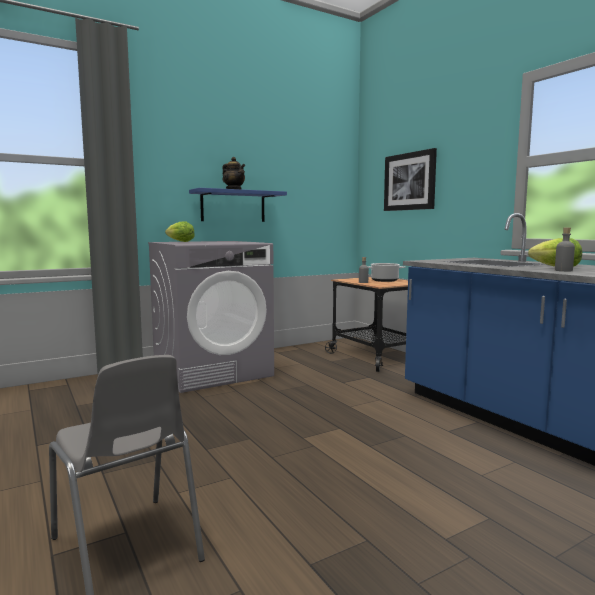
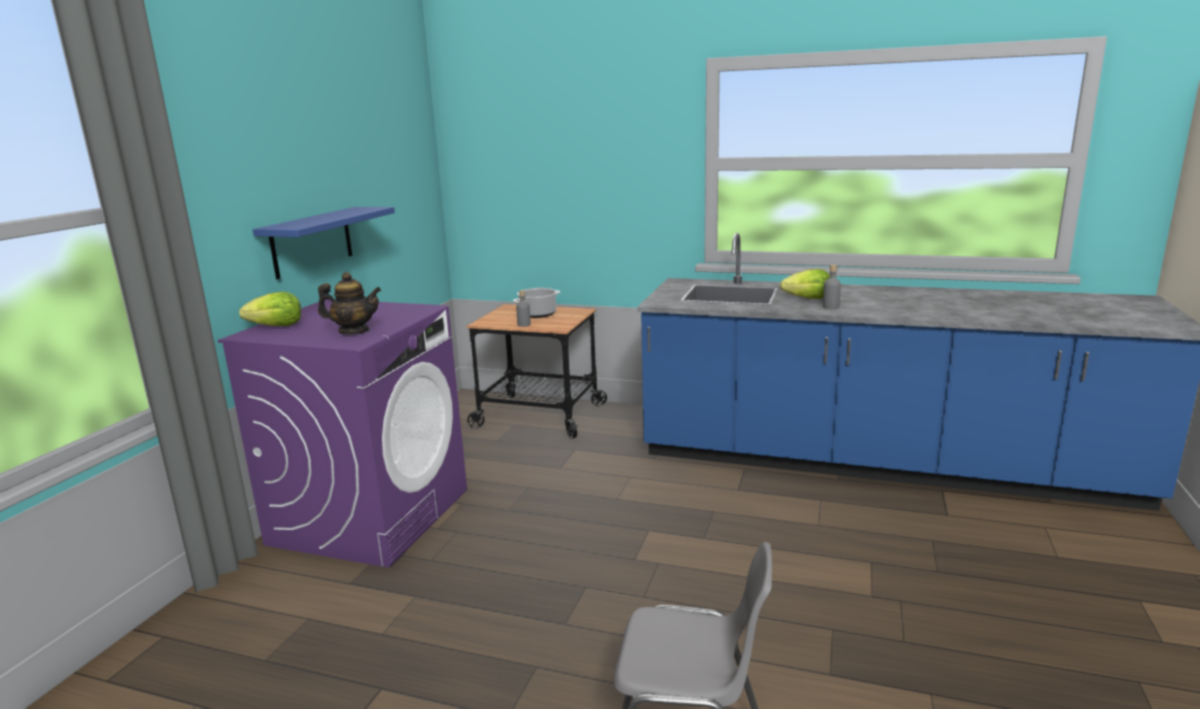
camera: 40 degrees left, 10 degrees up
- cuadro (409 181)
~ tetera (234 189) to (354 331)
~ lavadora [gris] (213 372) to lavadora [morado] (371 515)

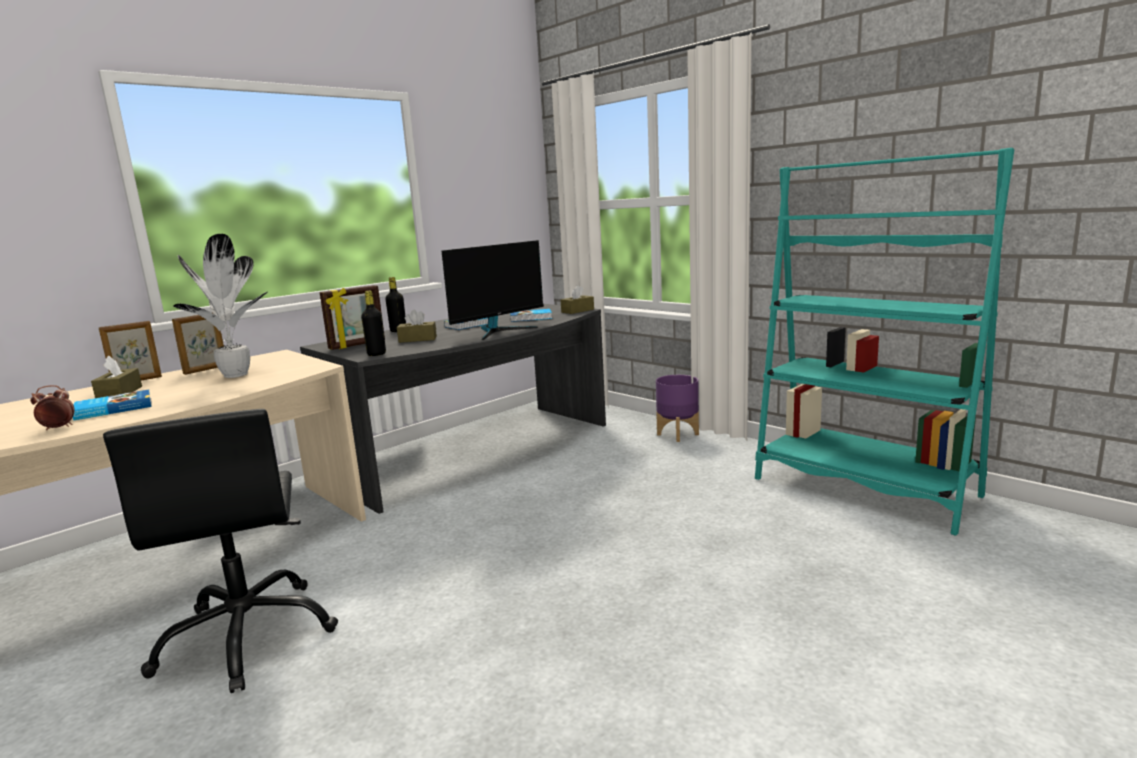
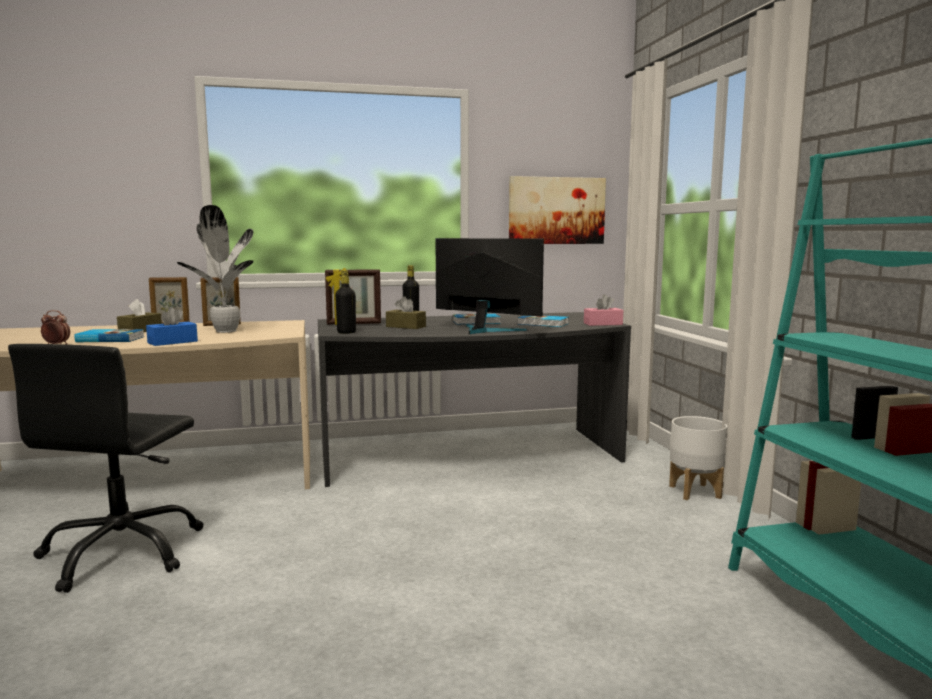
camera: 30 degrees right, 5 degrees down
+ caja de pañuelos [azul] (172 342)
+ cuadro (556 211)
~ caja de pañuelos [marrón] (577 311) to caja de pañuelos [rosa] (603 324)
~ maceta [morado] (677 434) to maceta [blanco] (694 491)
~ monitor (498 331) = (484 330) 135 degrees counterclockwise

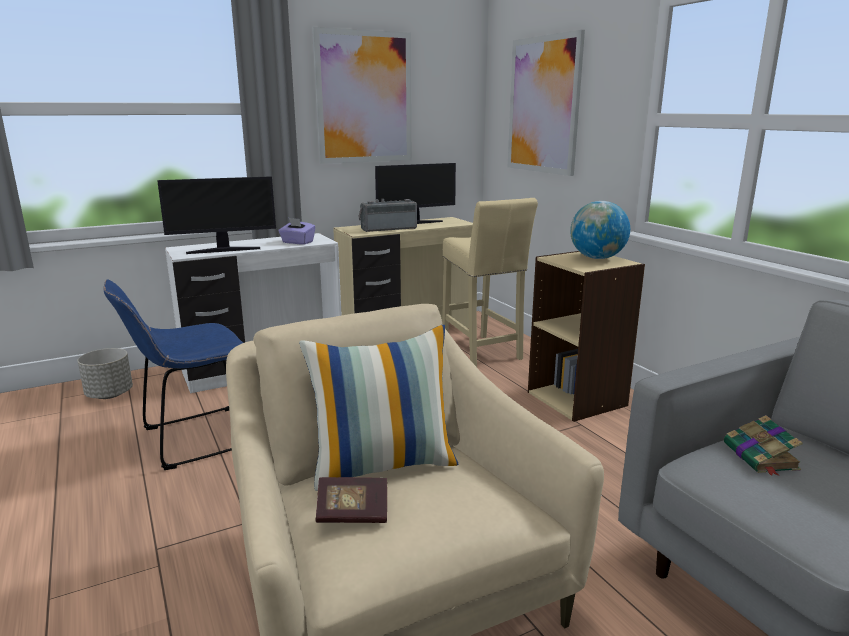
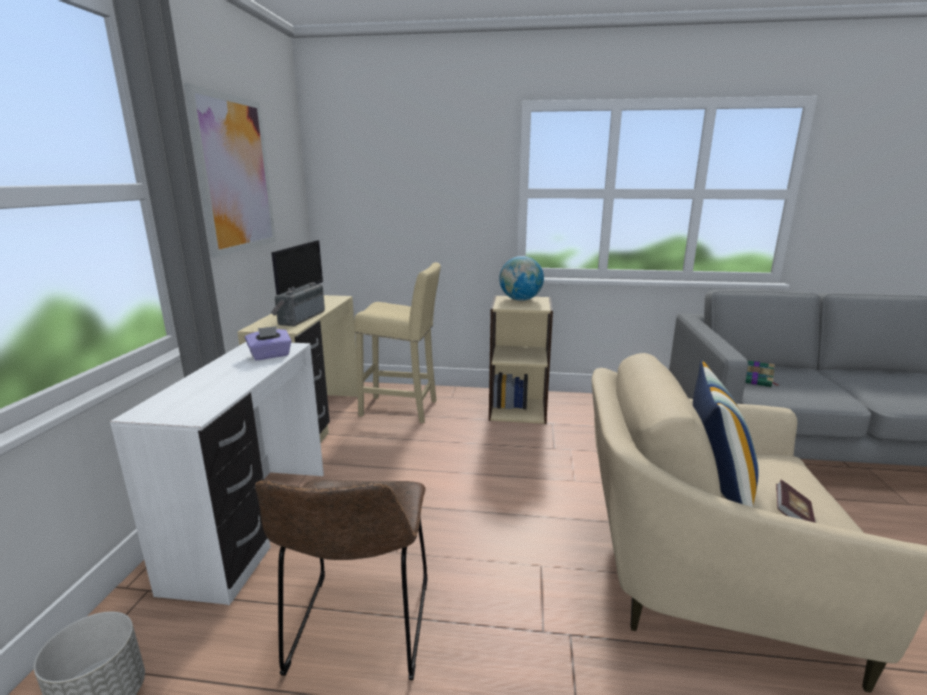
camera: 55 degrees left, 0 degrees up
- monitor (223 250)
- cuadro (543 105)
~ silla [azul] (195 438) to silla [marrón] (359 631)

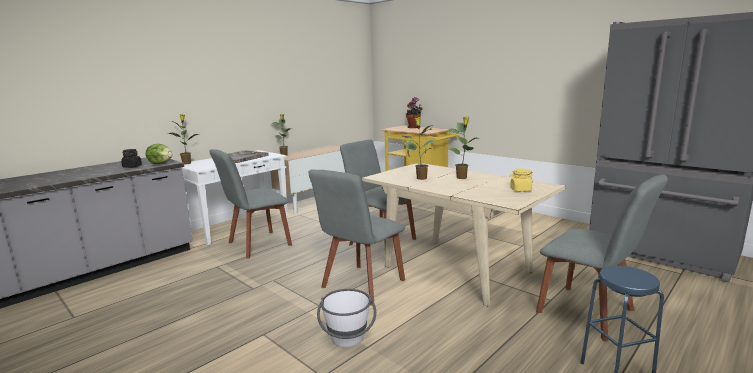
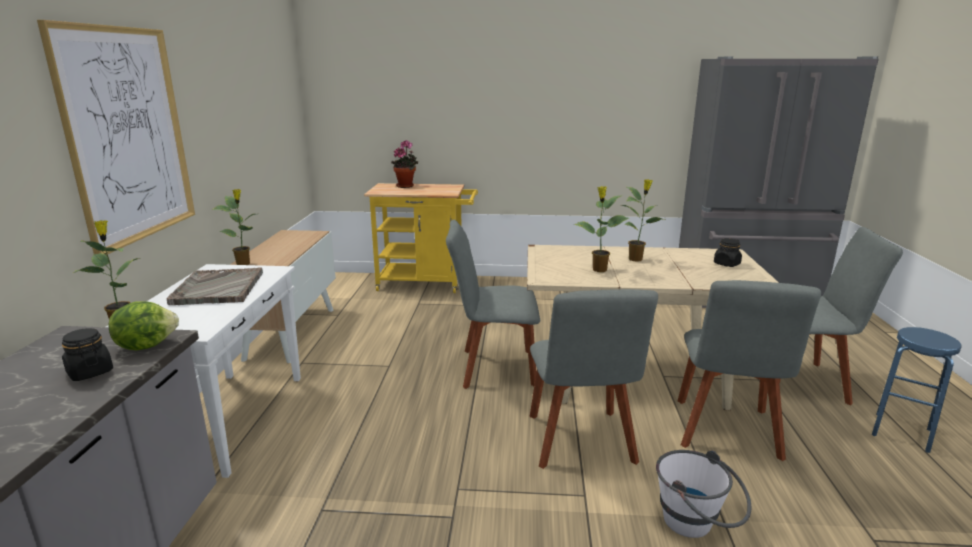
camera: 40 degrees left, 5 degrees up
+ cuadro (128 135)
~ silla [gris] (256 245) to (727 432)
~ tarro [amarillo] (520 190) to tarro [negro] (726 264)

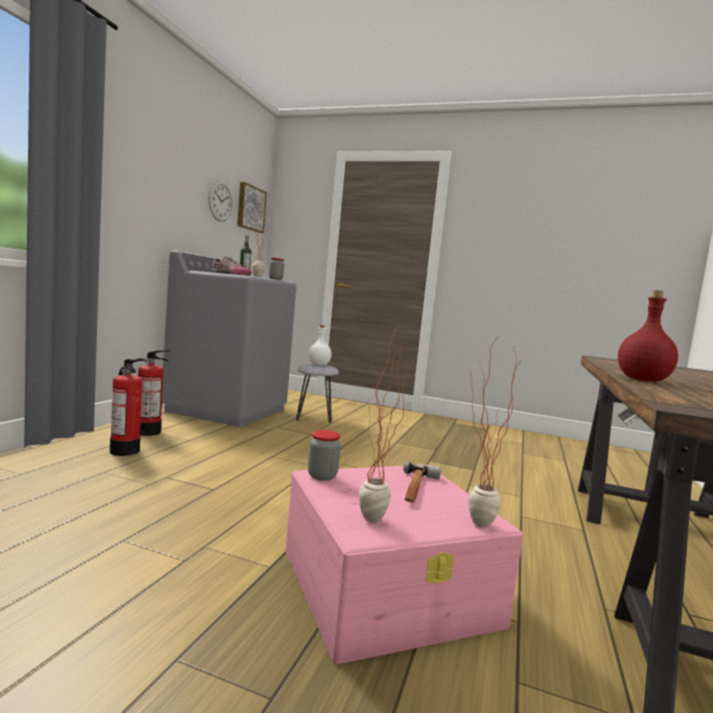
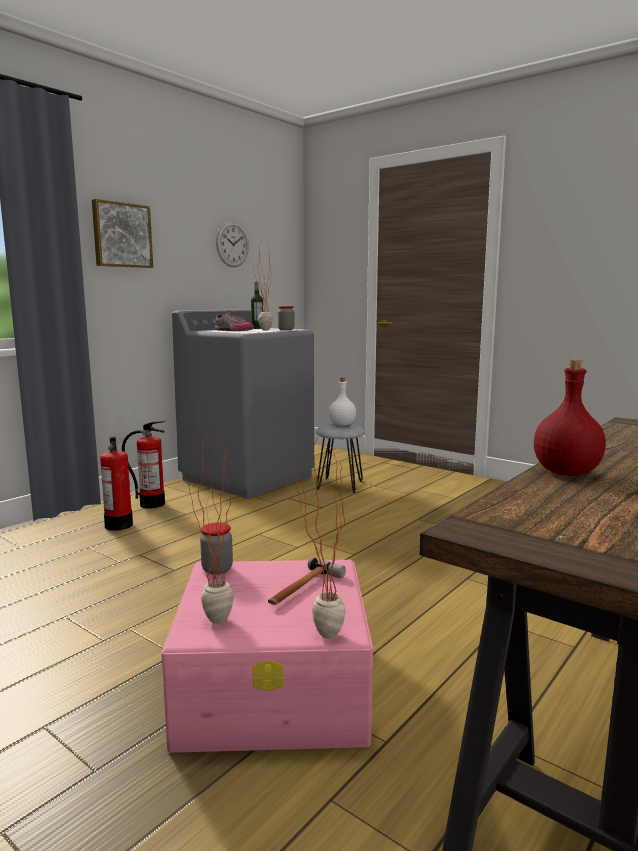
camera: 20 degrees right, 5 degrees up
~ cuadro (250 208) to (121 235)

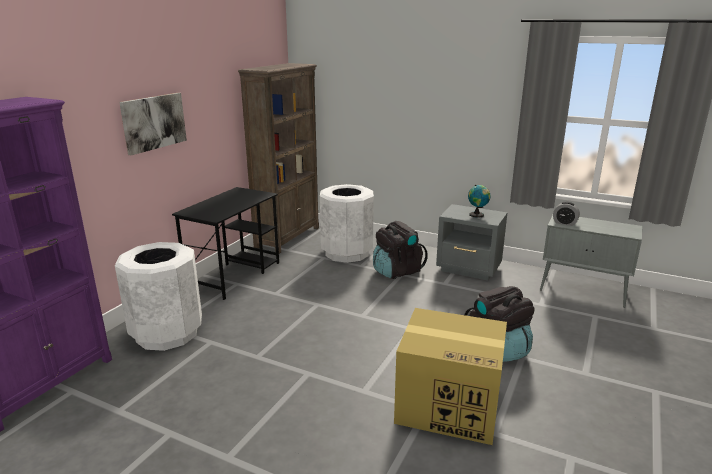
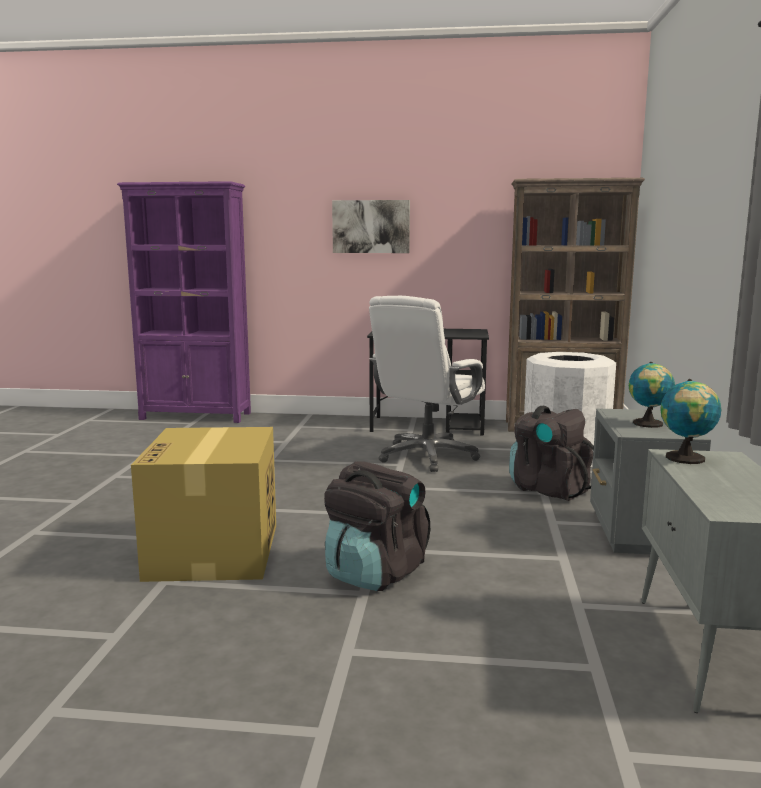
camera: 70 degrees right, 10 degrees down
- papelera [blanco] (167 333)
+ silla de oficina [blanco] (427 456)
~ despertador (564 223) to globo terráqueo (686 459)

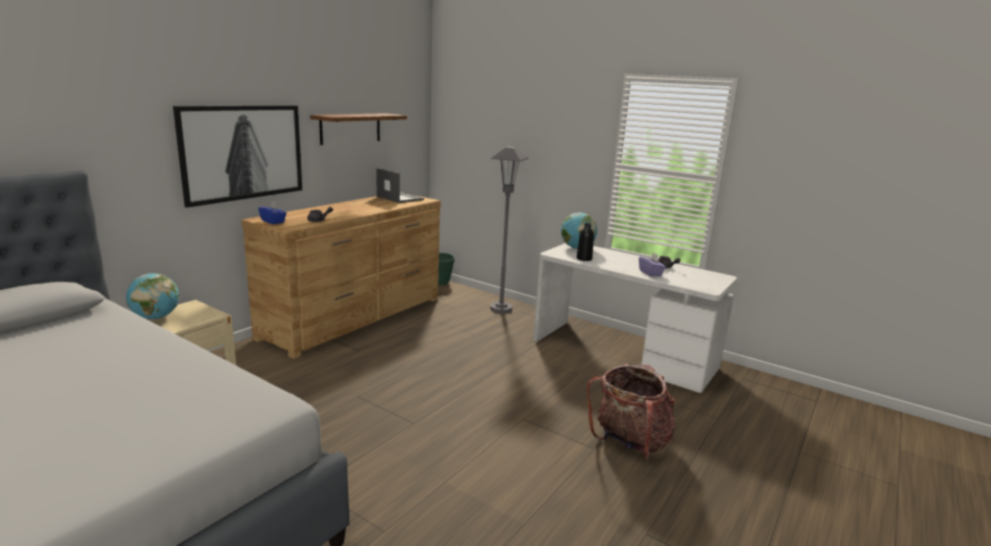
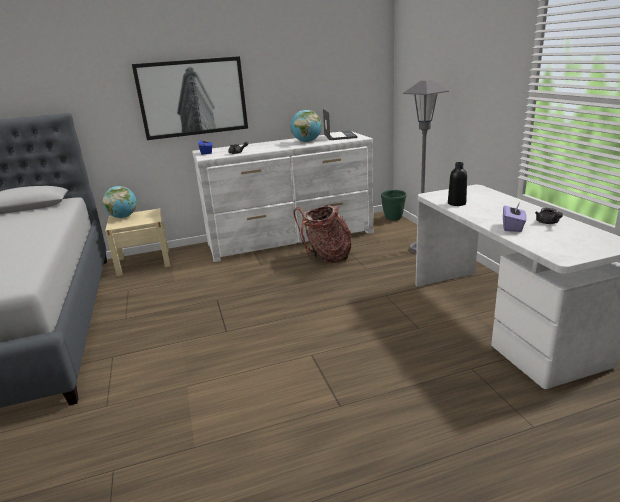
camera: 40 degrees right, 5 degrees up
- estante [marrón] (350 128)
~ globo terráqueo (577 248) to (307 142)
~ mochila (630 442) to (327 257)
~ cómoda [marrón] (356 317) to cómoda [blanco] (291 238)

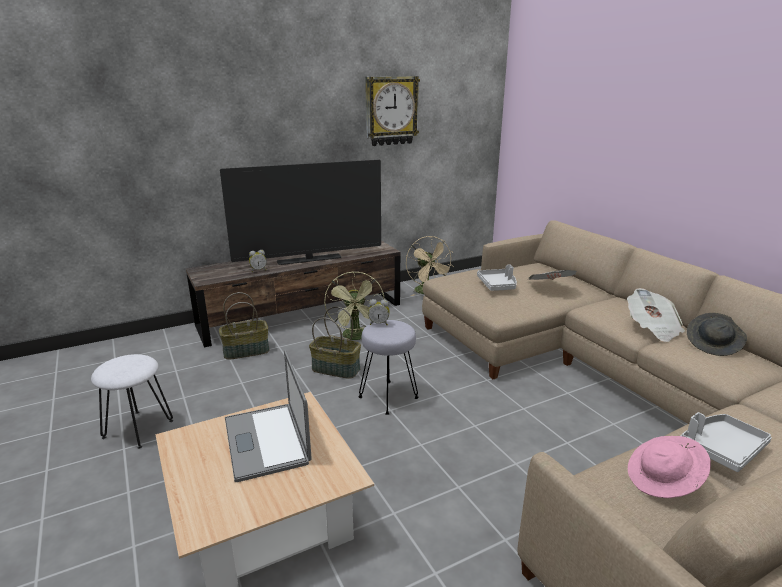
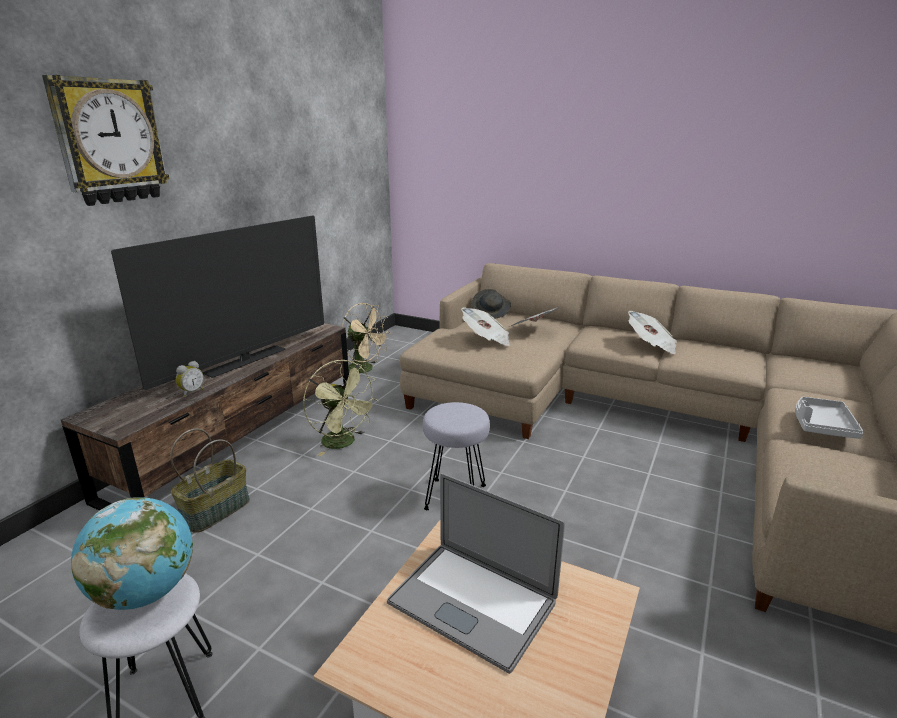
camera: 35 degrees left, 0 degrees up
- cesta (336 369)
- despertador (379 323)
- sombrero [rosa] (664 480)
+ globo terráqueo (145 592)
~ reloj de pared (391 111) to (109 141)
~ sombrero [gris] (713 345) to (491 313)
~ bandeja [gris] (498 285) to periódico (486 339)

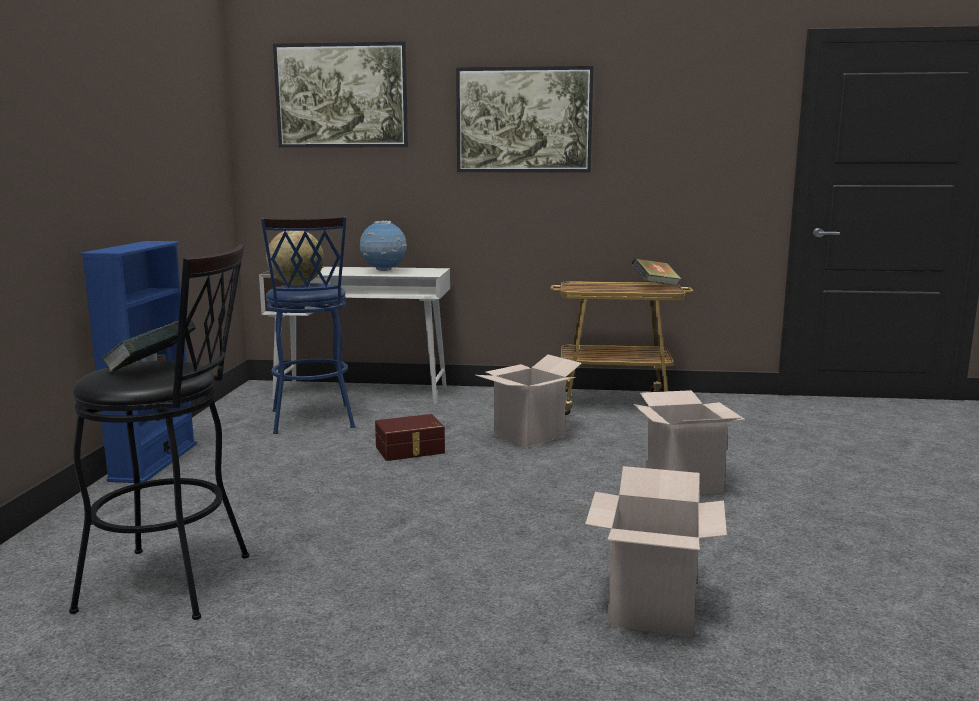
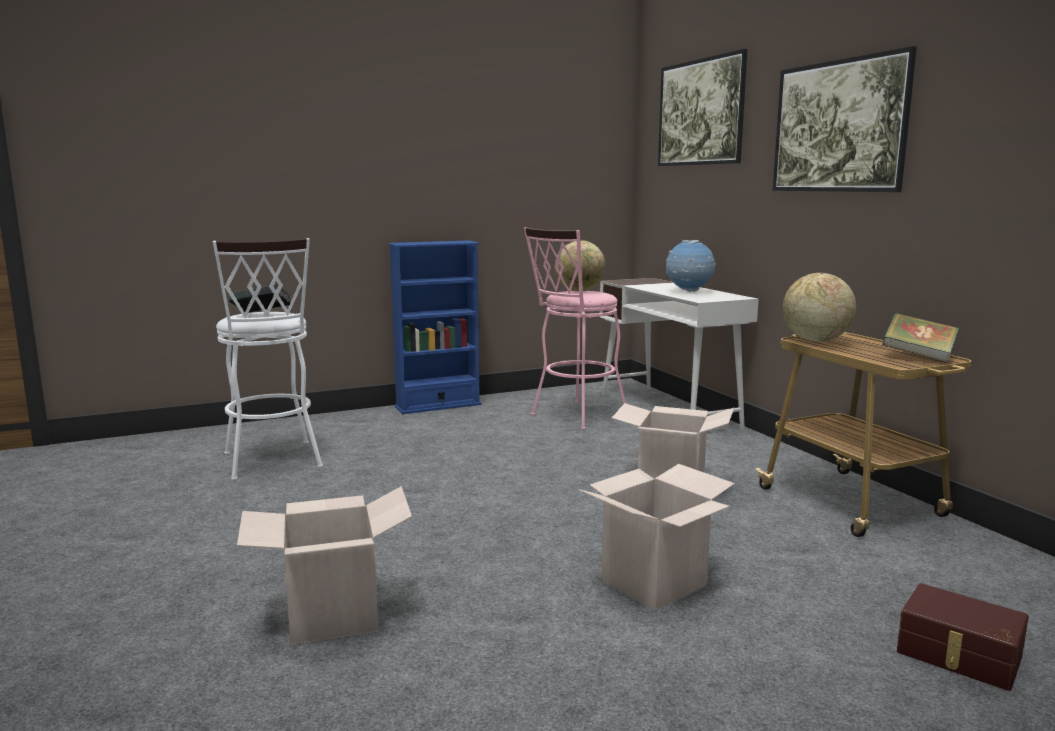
camera: 60 degrees right, 0 degrees up
+ globo terráqueo (815 341)
~ caja de almacenaje [marrón] (410 450) to (958 655)
~ taburete [negro] (179 583) to taburete [blanco] (273 463)
~ taburete [azul] (312 421) to taburete [rosa] (573 416)

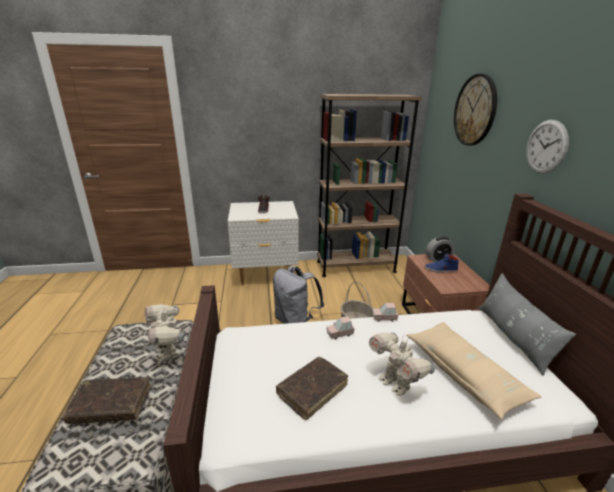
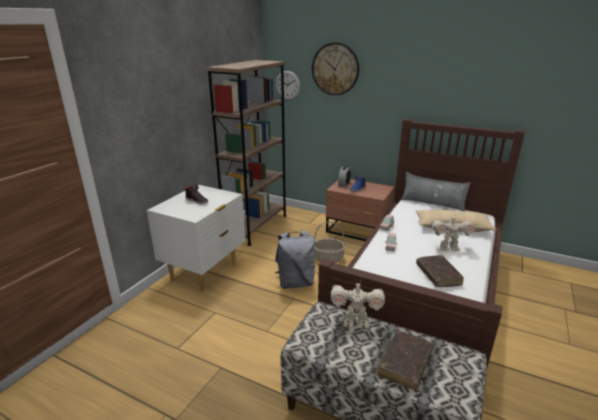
camera: 55 degrees left, 0 degrees up
~ reloj de pared (546 147) to (287 85)

